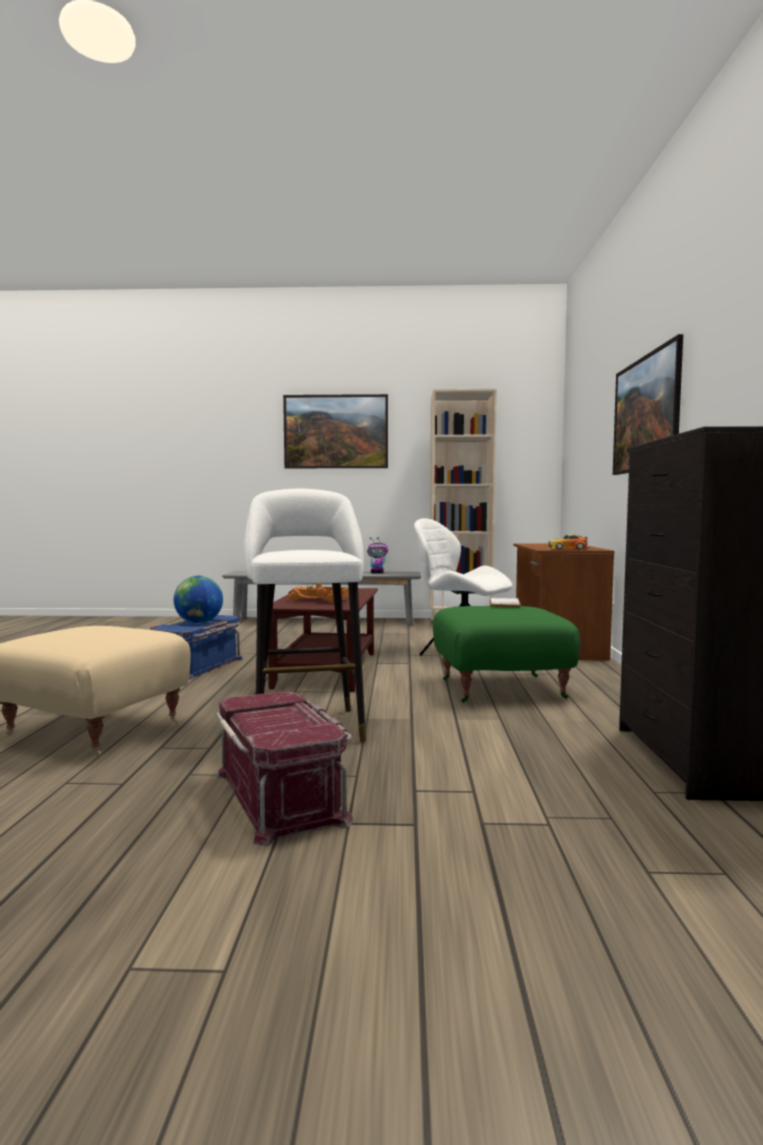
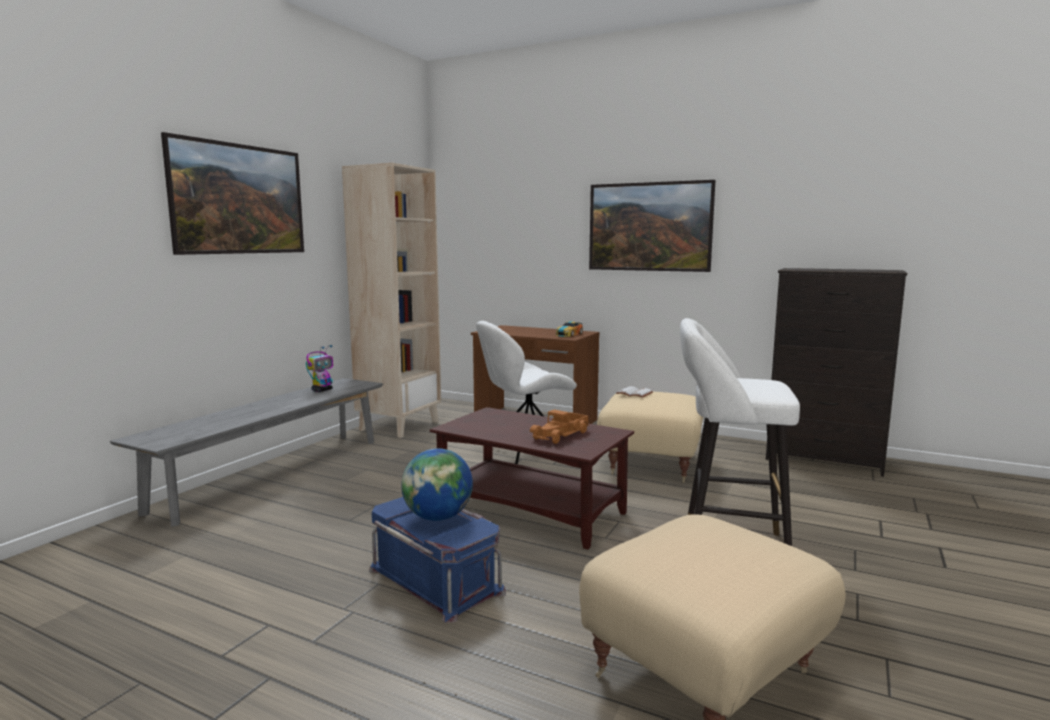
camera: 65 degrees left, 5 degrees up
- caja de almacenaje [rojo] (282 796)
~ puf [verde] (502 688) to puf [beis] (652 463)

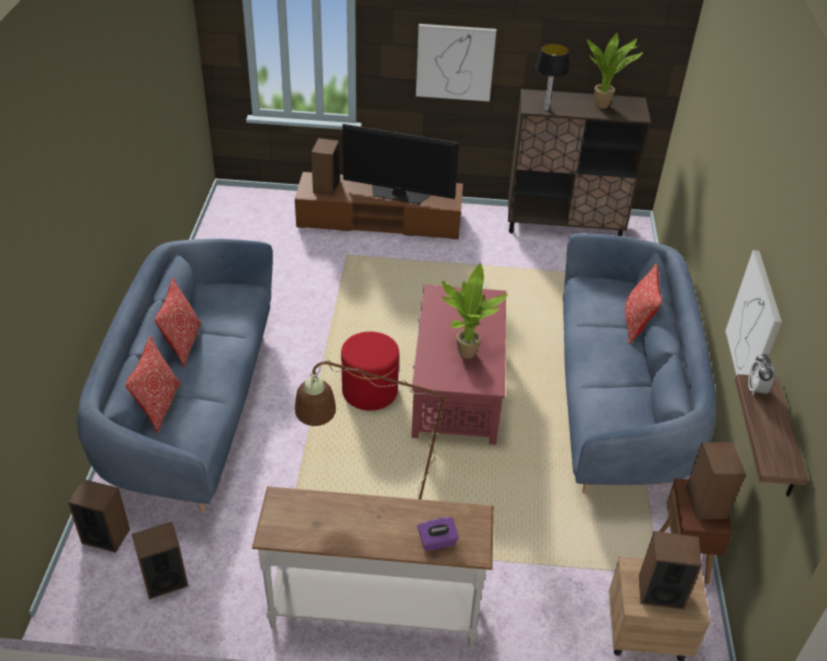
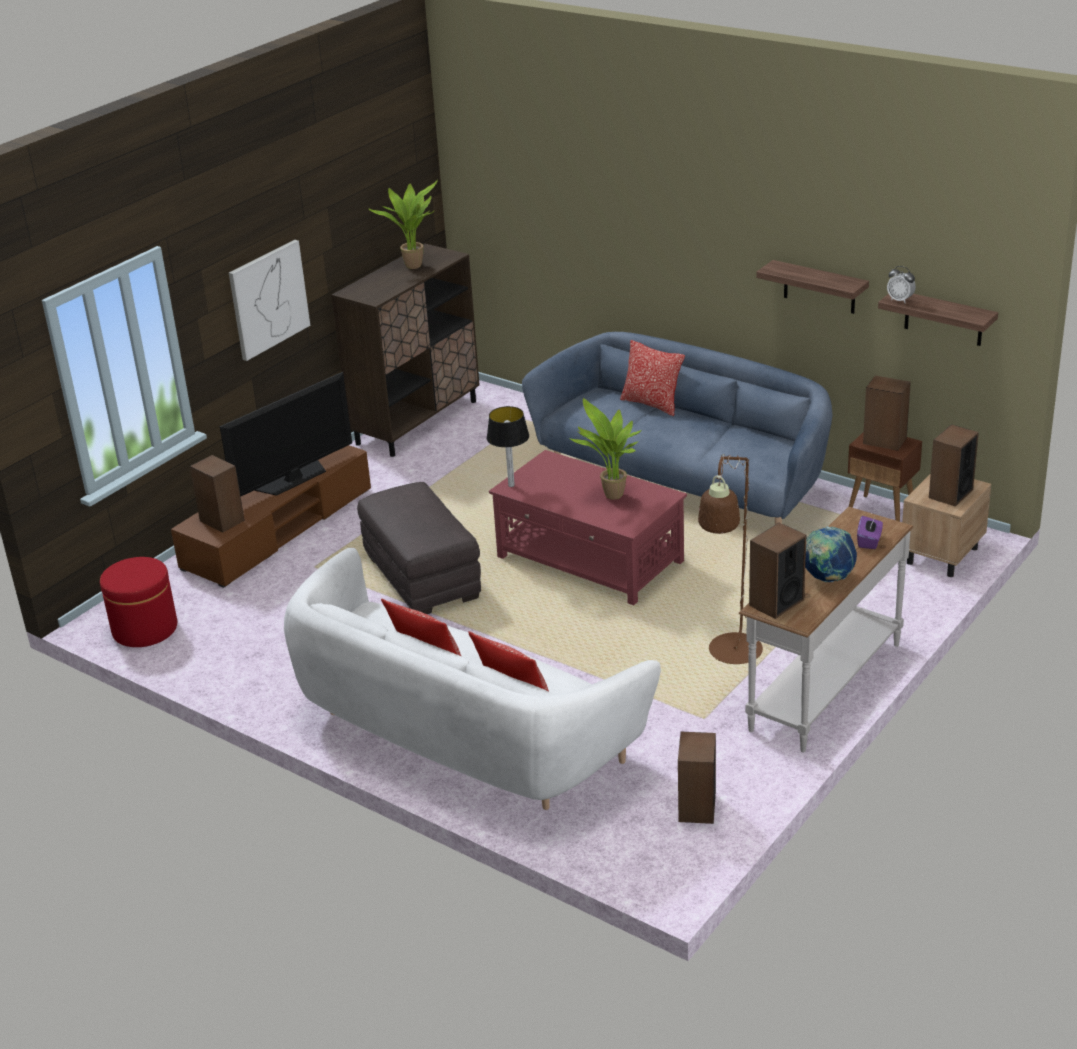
camera: 55 degrees left, 10 degrees down
+ puf [gris] (421 576)
+ globo terráqueo (827 578)
~ altavoz (105 536) to (776 602)
~ puf [rojo] (370 391) to (145 629)
~ lámpara de mesa (546 109) to (511 485)
~ cuadro (754 327) to estante (819 287)
~ sofá [azul] (192 407) to sofá [blanco] (461 736)

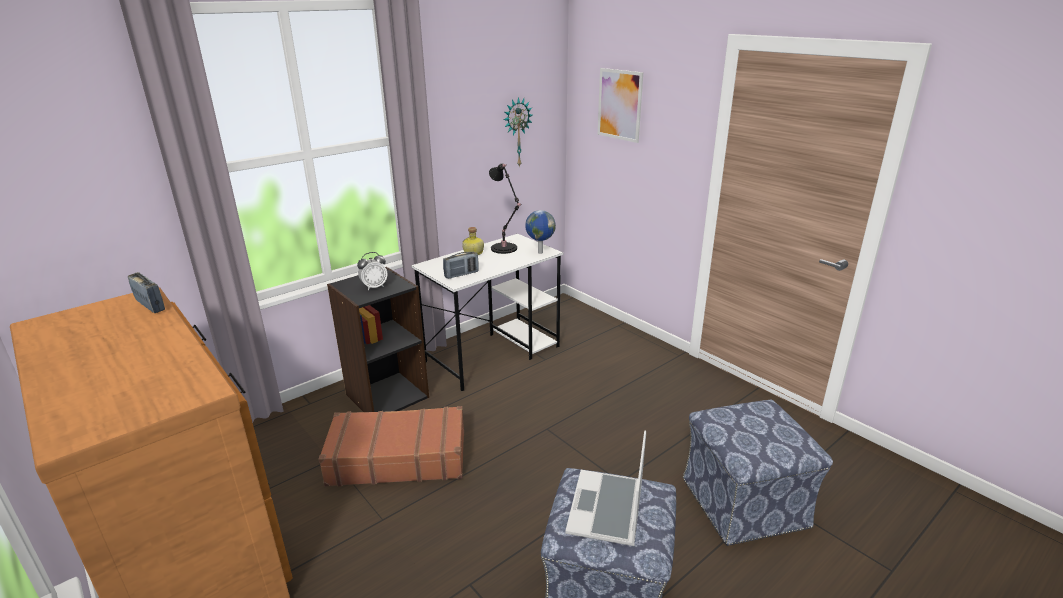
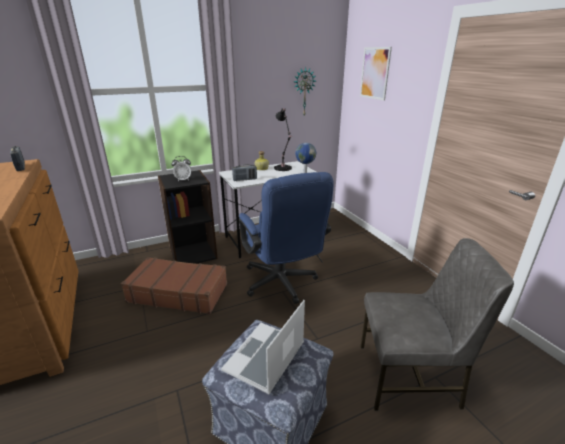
camera: 15 degrees right, 0 degrees up
+ silla de oficina [azul] (282 285)
~ puf (745 503) to silla [gris] (409 376)

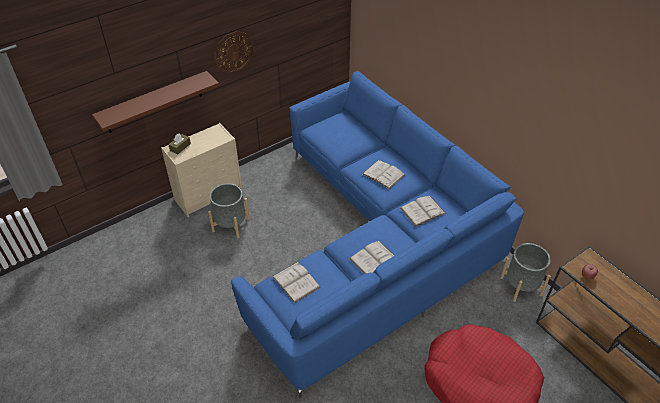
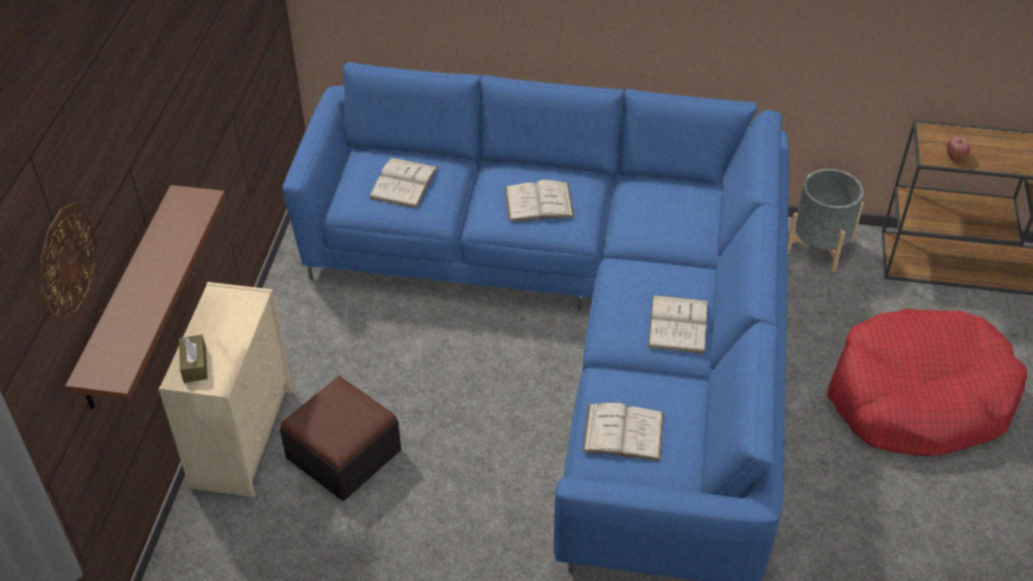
camera: 45 degrees left, 0 degrees up
~ reloj de pared (233 52) to (66 262)
~ libro [blanco] (422 211) to (403 182)
~ maceta [gris] (231 224) to puf (343 454)

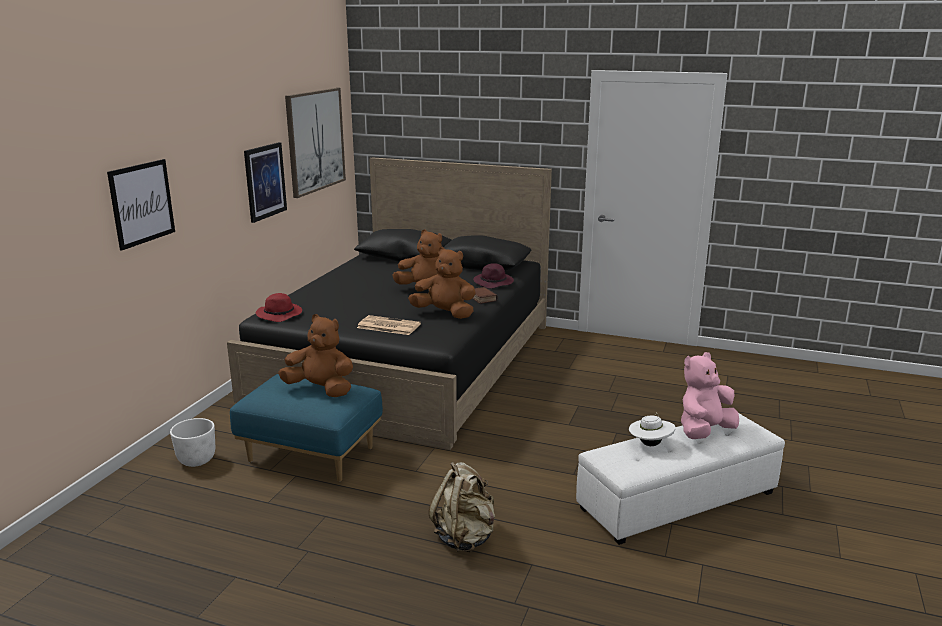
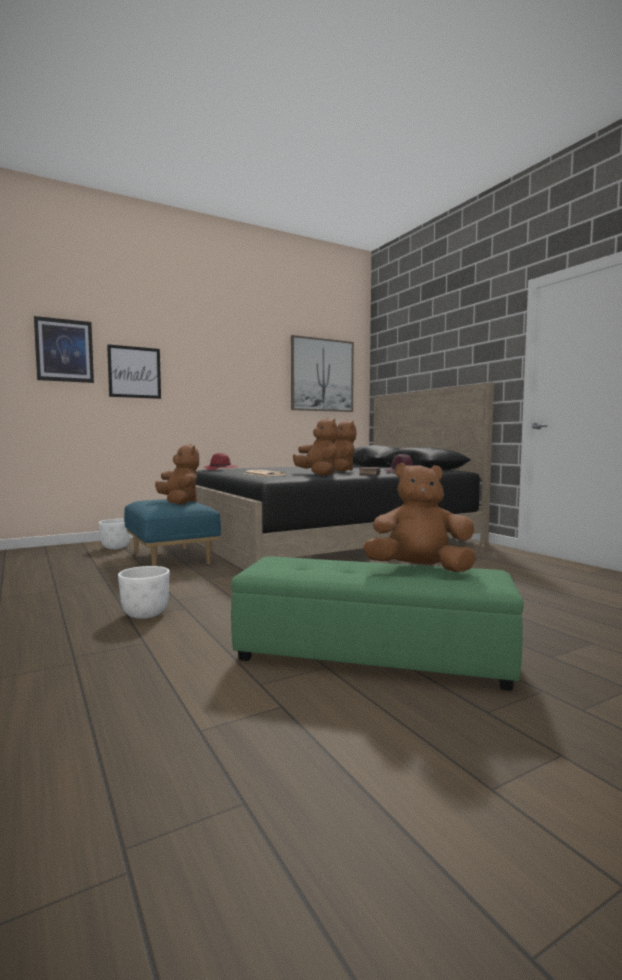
camera: 40 degrees right, 15 degrees down
- sombrero [blanco] (650 444)
~ cuadro (265 181) to (64 350)
~ mochila [beis] (465 537) to maceta [blanco] (145 614)
~ puf [blanco] (677 500) to puf [verde] (372 655)
~ peluche [rosa] (704 431) to peluche [marrón] (419 570)

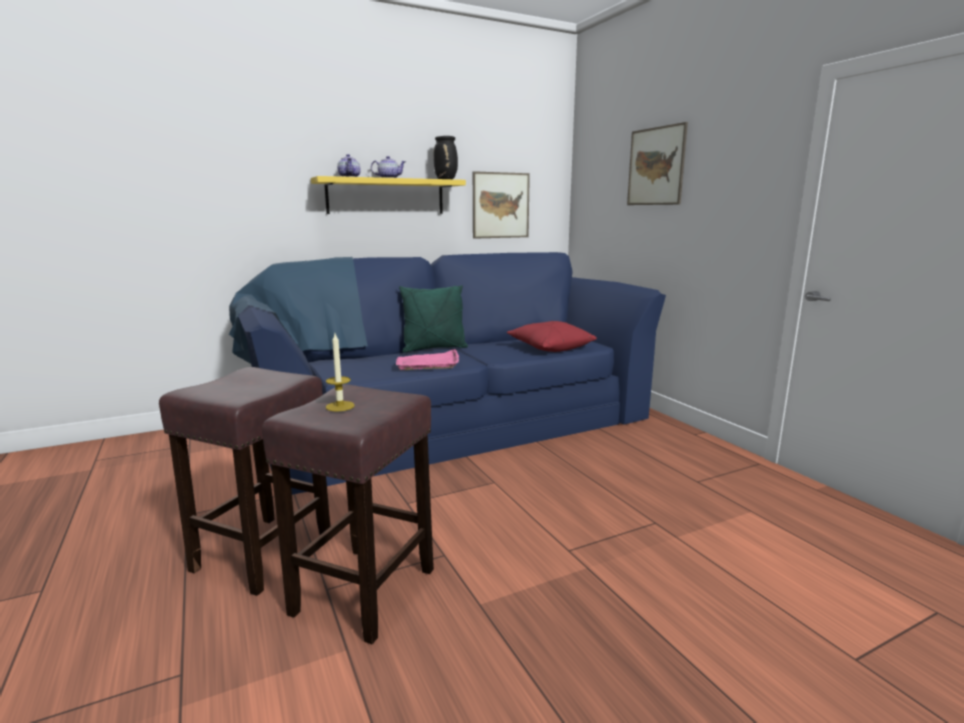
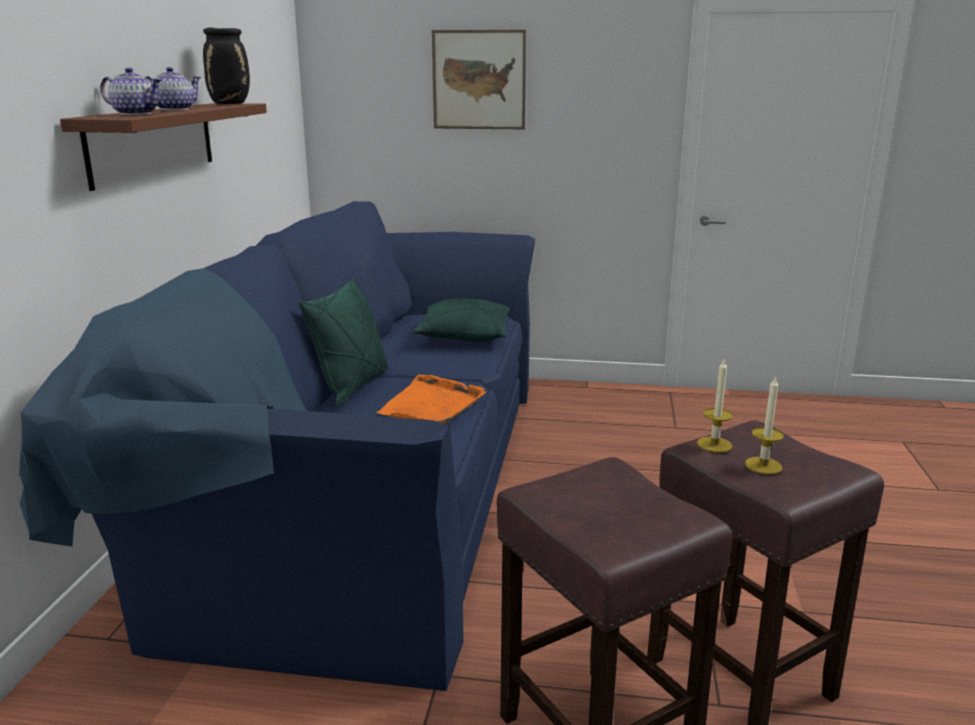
camera: 55 degrees left, 5 degrees up
- cuadro (501 205)
+ vela (714 444)
~ estante [amarillo] (386 196) to estante [marrón] (153 142)
~ bandeja [rosa] (428 363) to bandeja [naranja] (432 405)
~ cojín [rojo] (550 348) to cojín [verde] (464 337)

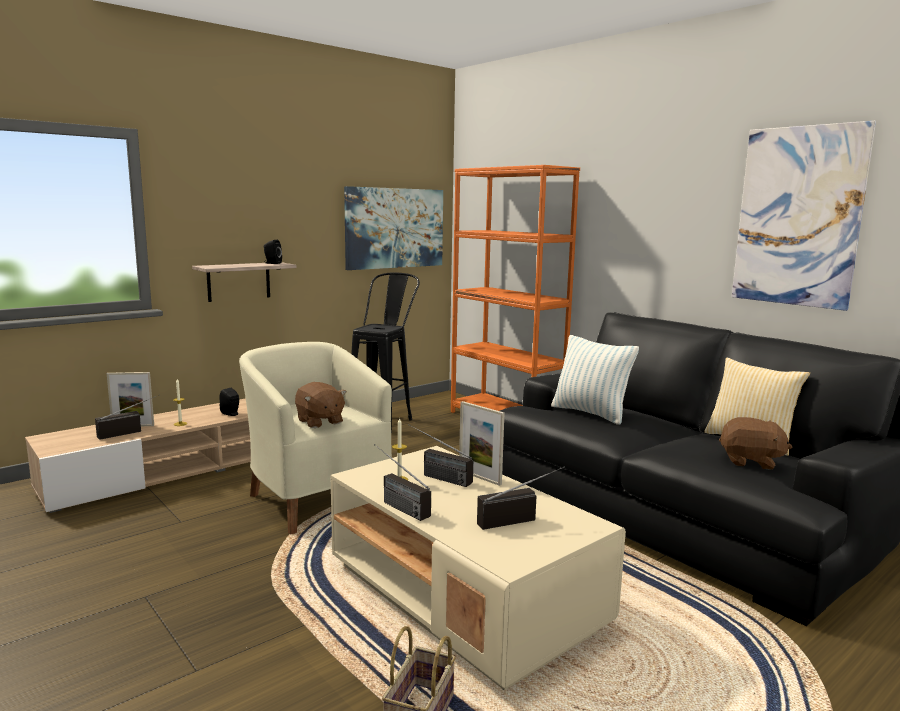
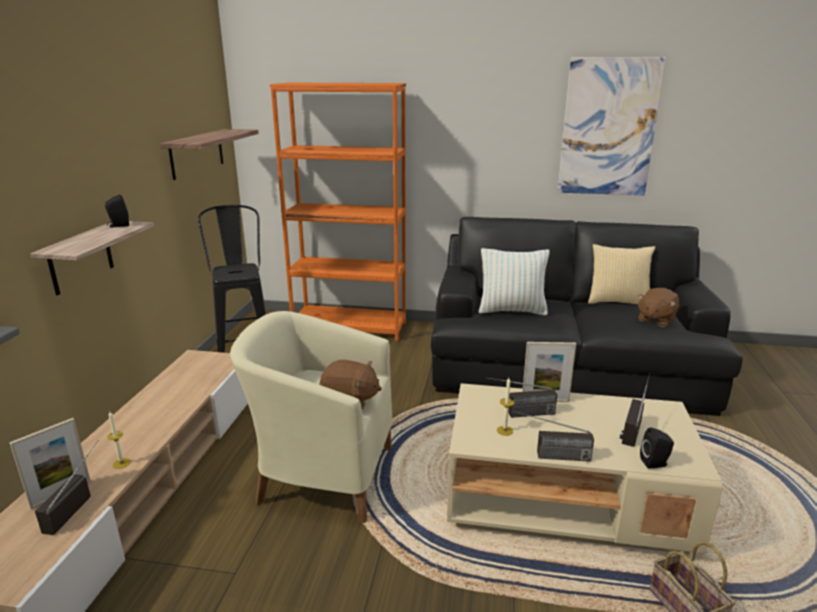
camera: 40 degrees left, 10 degrees up
~ altavoz [negro] (231 414) to (655 463)
~ cuadro (394 228) to estante (197 153)
~ peluche [marrón] (750 461) = (655 320) 150 degrees clockwise

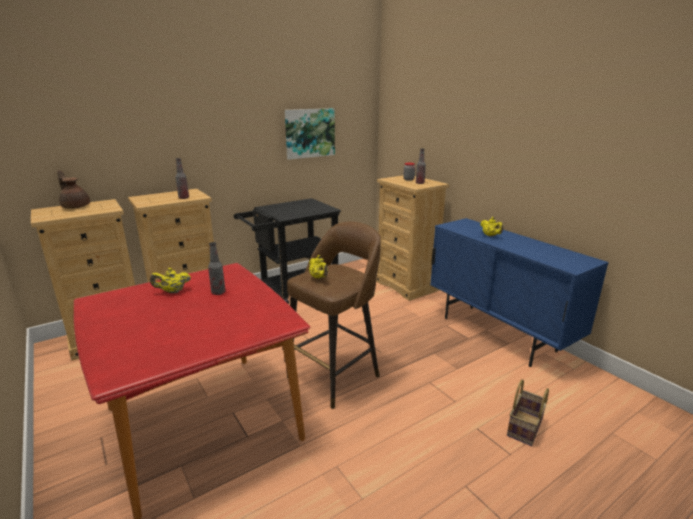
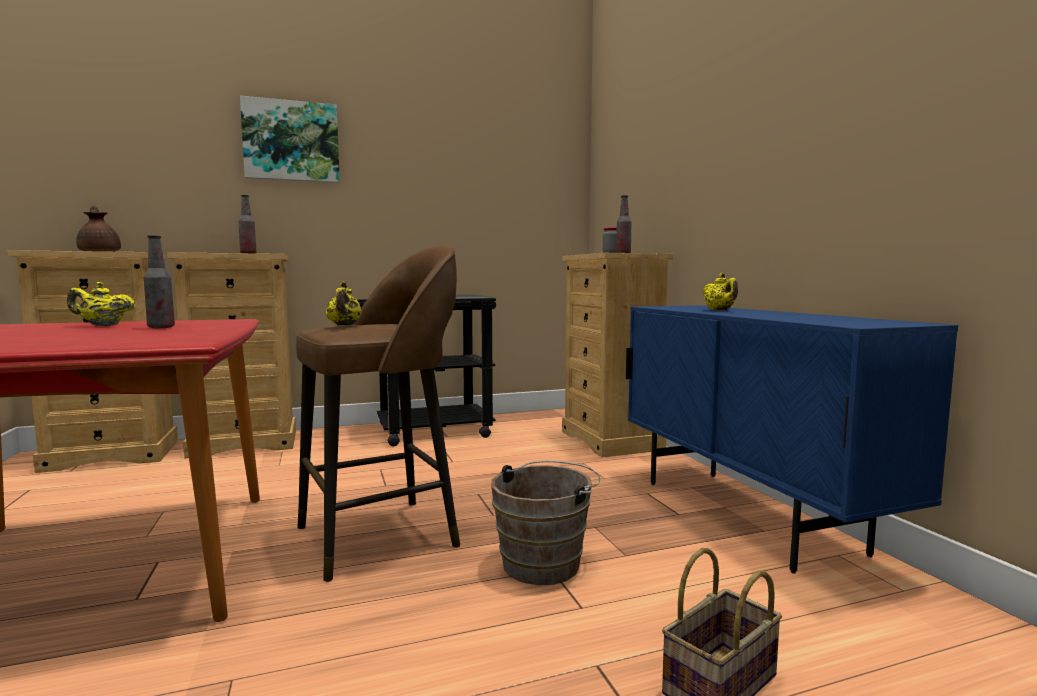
camera: 15 degrees right, 15 degrees down
+ cubo [marrón] (546 562)
~ cuadro (309 133) to (291 141)

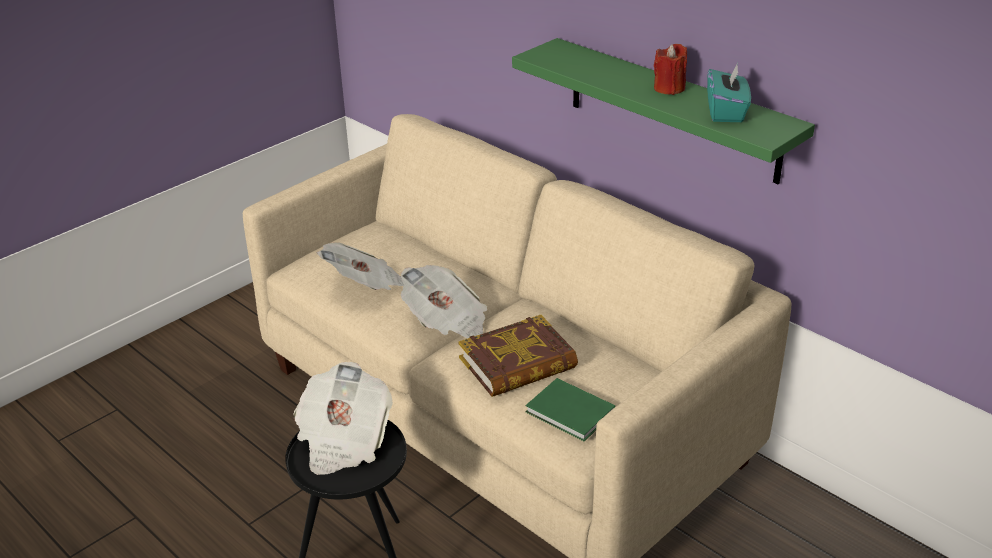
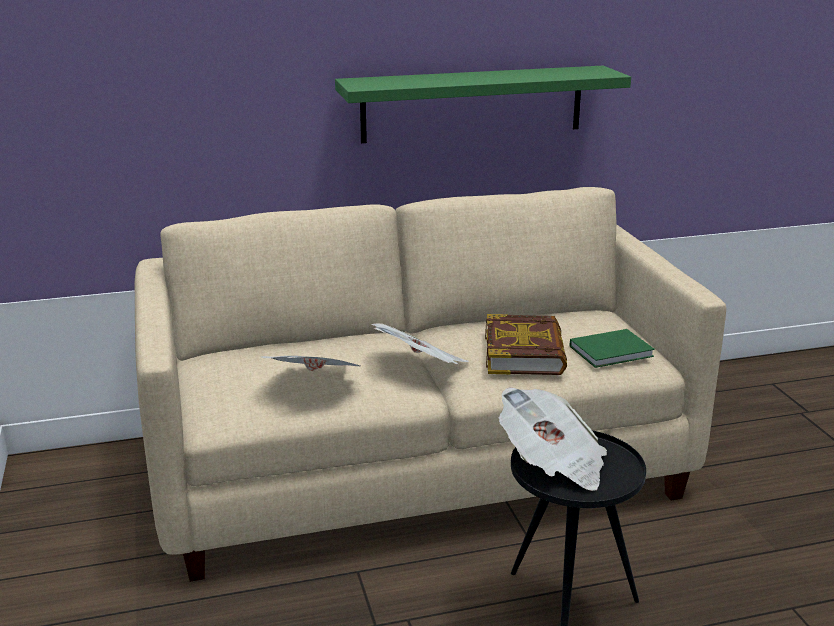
camera: 60 degrees left, 10 degrees down
- vela [rojo] (669 88)
- caja de pañuelos [turquesa] (726 112)

